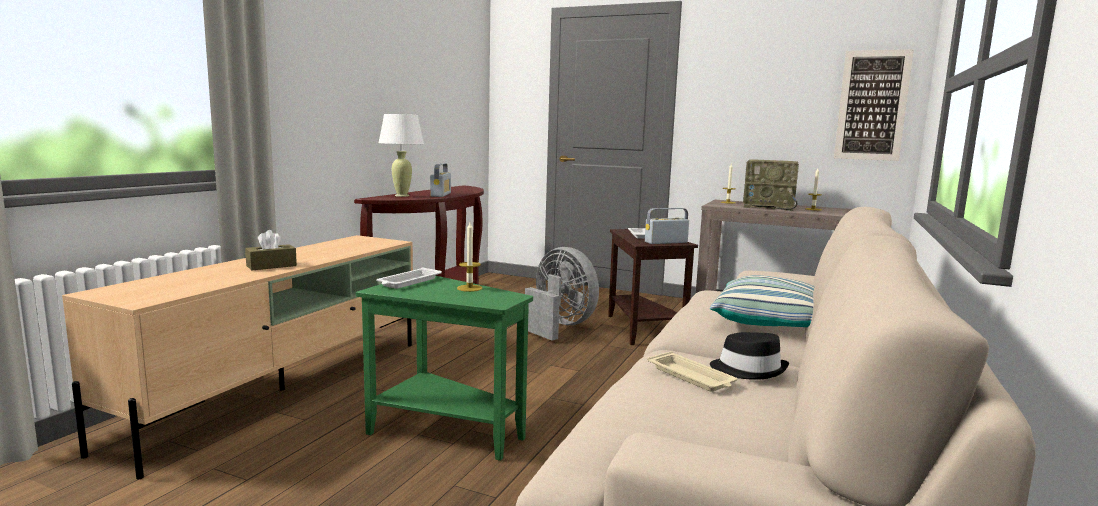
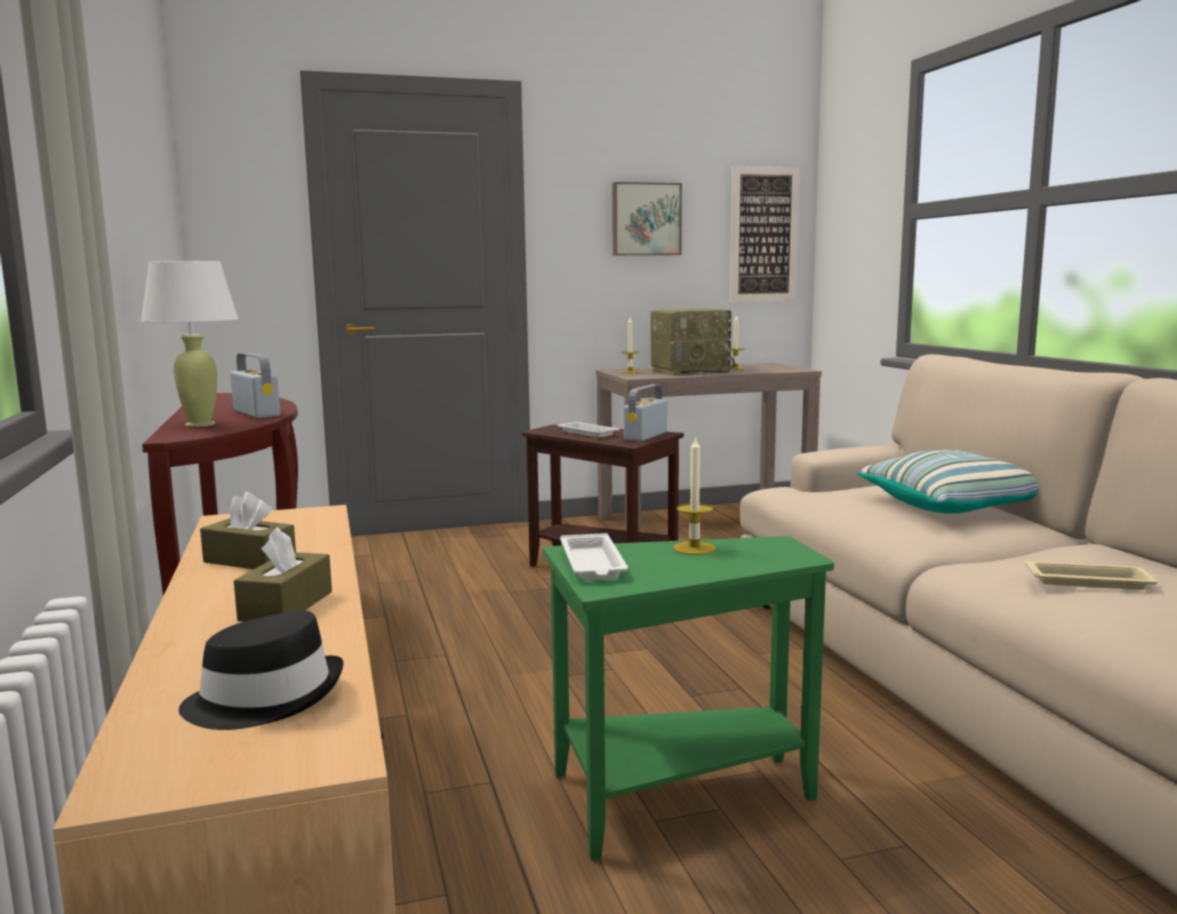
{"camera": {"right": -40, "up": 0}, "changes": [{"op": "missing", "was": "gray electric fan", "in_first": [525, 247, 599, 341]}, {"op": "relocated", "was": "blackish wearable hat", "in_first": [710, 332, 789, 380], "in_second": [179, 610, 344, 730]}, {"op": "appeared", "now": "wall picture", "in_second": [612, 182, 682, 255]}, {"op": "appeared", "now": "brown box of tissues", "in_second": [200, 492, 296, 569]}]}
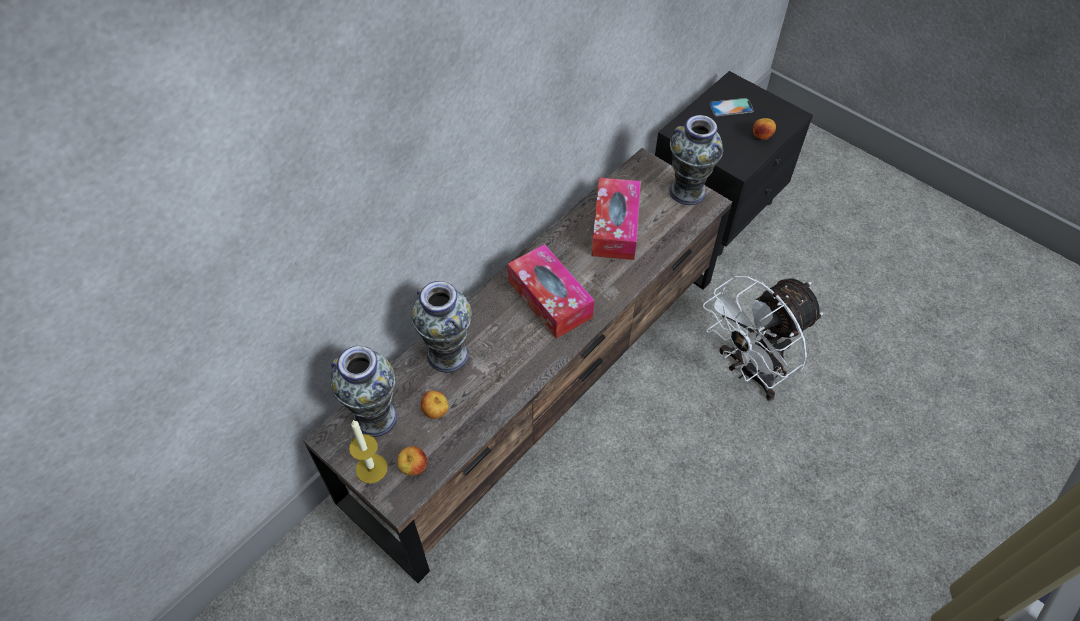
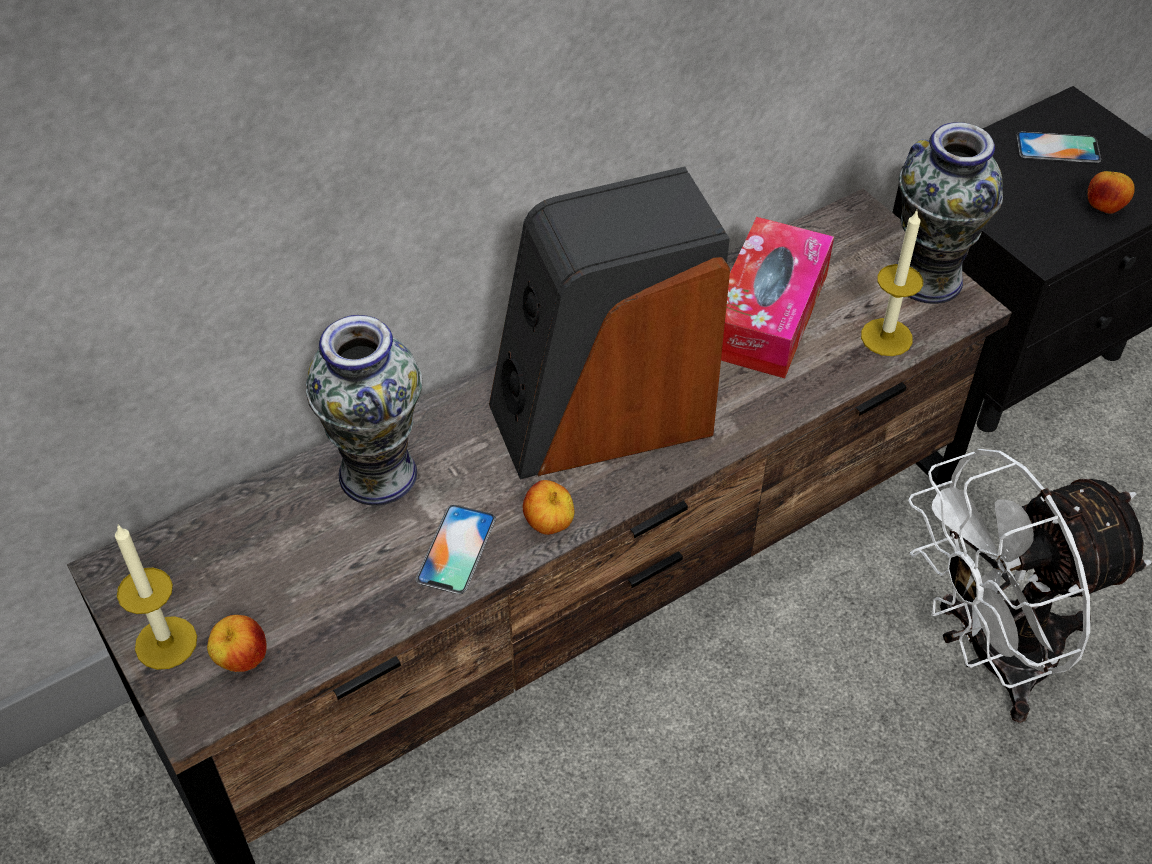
{"camera": {"right": 15, "up": -5}, "changes": [{"op": "exchanged", "was": "box of tissues", "now": "loudspeaker", "in_first": [508, 244, 595, 339], "in_second": [489, 167, 730, 480]}, {"op": "missing", "was": "flower vase", "in_first": [330, 346, 397, 437]}, {"op": "relocated", "was": "apple fruit", "in_first": [421, 391, 449, 419], "in_second": [523, 480, 574, 535]}, {"op": "appeared", "now": "candle", "in_second": [861, 210, 923, 356]}, {"op": "appeared", "now": "handset", "in_second": [416, 505, 496, 594]}]}
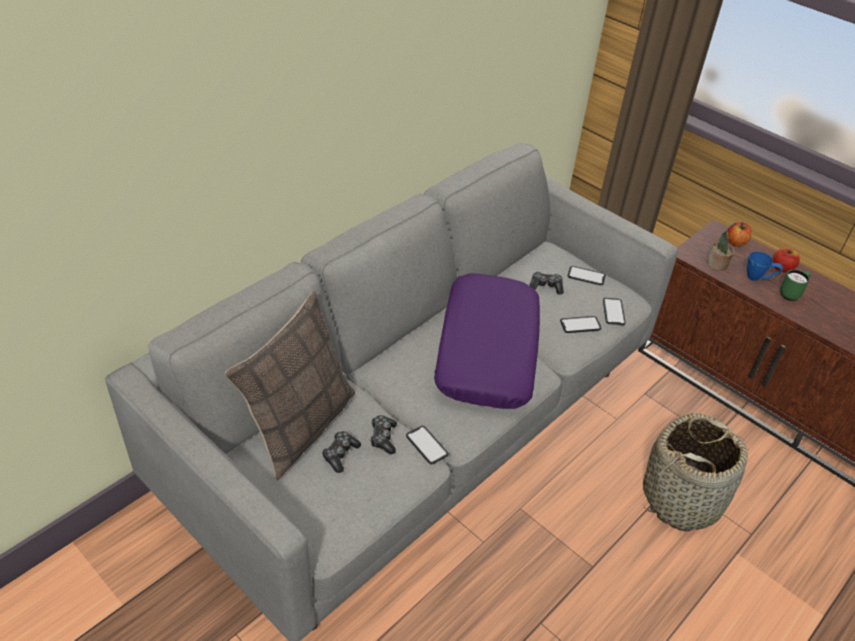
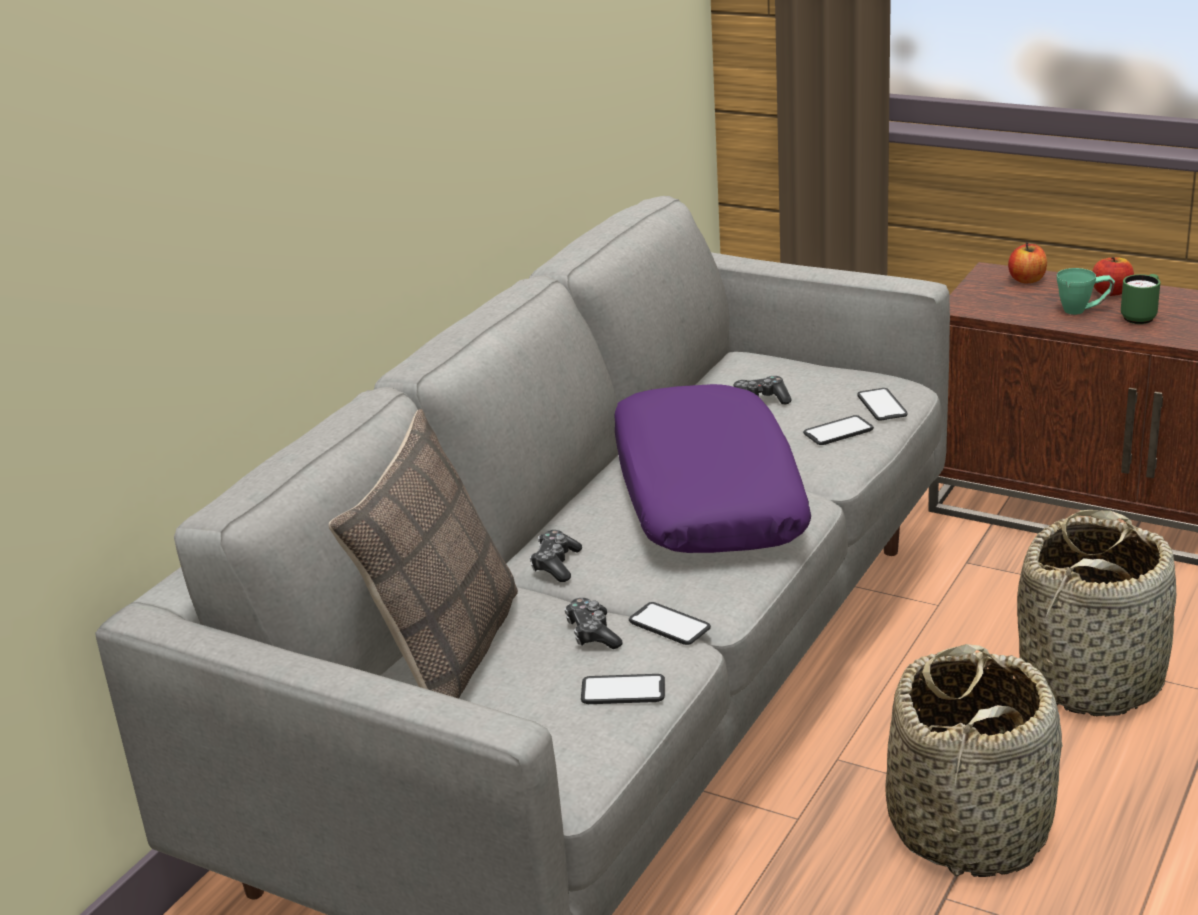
{"camera": {"right": -10, "up": -15}, "changes": [{"op": "missing", "was": "houseplant", "in_first": [706, 222, 736, 271]}, {"op": "colour", "was": "bluish tea mug", "now": "greenish tea mug", "in_first": [747, 252, 784, 281], "in_second": [1057, 268, 1115, 315]}, {"op": "relocated", "was": "handset", "in_first": [568, 266, 606, 285], "in_second": [581, 674, 665, 704]}, {"op": "relocated", "was": "gamepad", "in_first": [322, 431, 361, 473], "in_second": [530, 530, 582, 582]}, {"op": "appeared", "now": "household basket", "in_second": [885, 644, 1063, 877]}]}
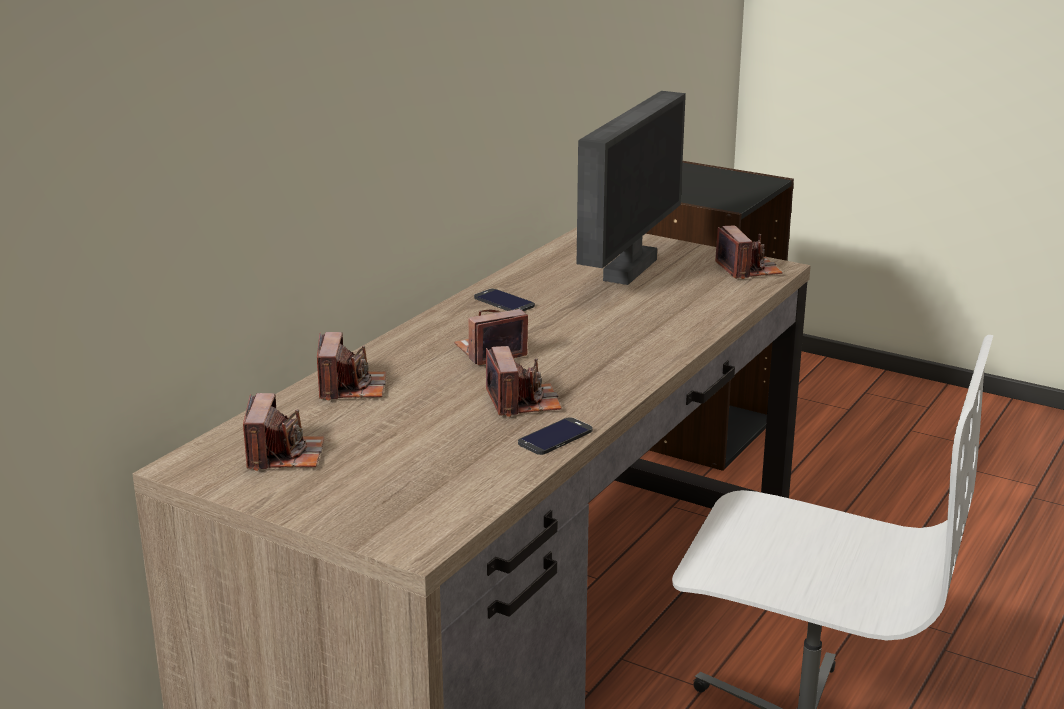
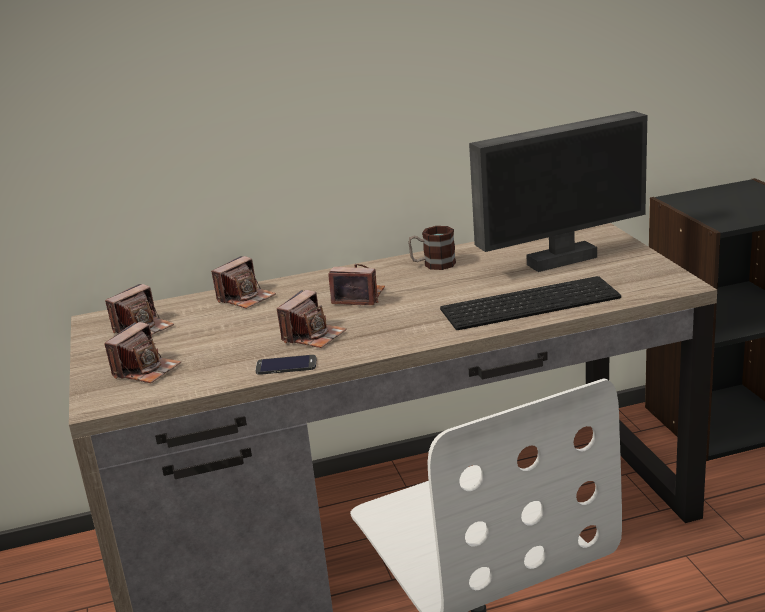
{"camera": {"right": 45, "up": 0}, "changes": [{"op": "relocated", "was": "photo camera", "in_first": [715, 225, 783, 279], "in_second": [104, 322, 181, 383]}, {"op": "exchanged", "was": "handset", "now": "tea mug", "in_first": [474, 289, 535, 311], "in_second": [408, 226, 456, 270]}, {"op": "appeared", "now": "computer keyboard", "in_second": [440, 276, 621, 330]}]}
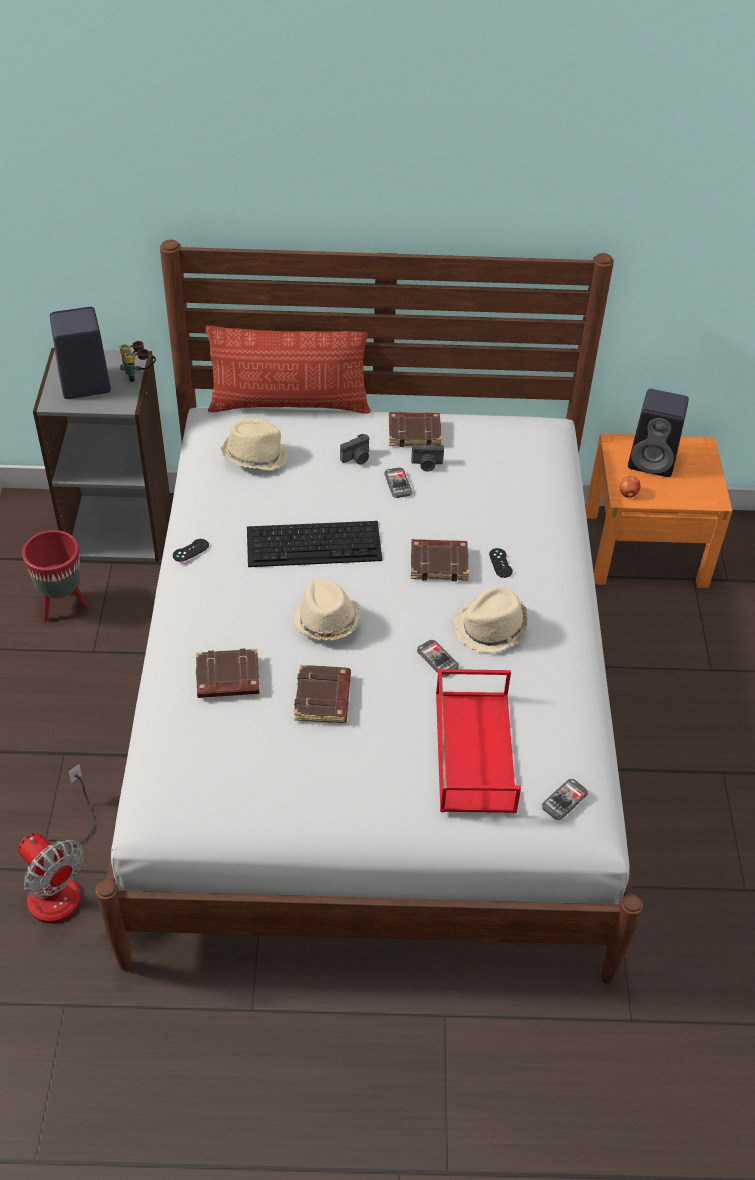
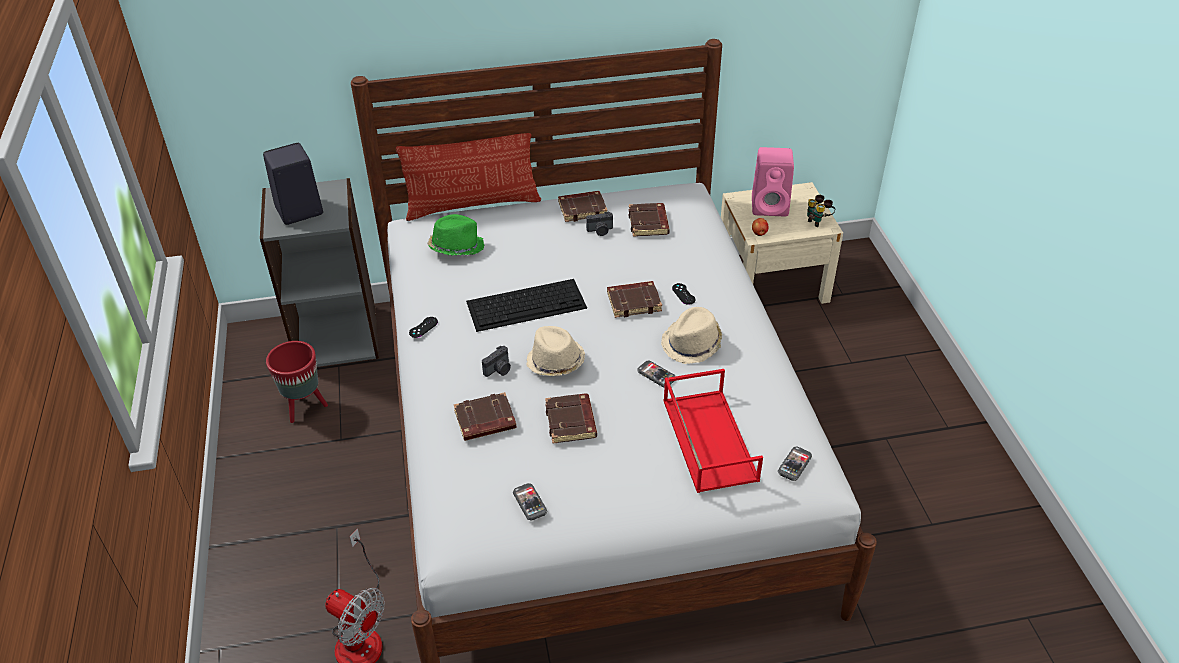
{"camera": {"right": -10, "up": -5}, "changes": [{"op": "relocated", "was": "field glasses", "in_first": [120, 341, 156, 382], "in_second": [807, 195, 835, 227]}, {"op": "colour", "was": "blackish loudspeaker", "now": "pink-coloured loudspeaker", "in_first": [628, 389, 689, 477], "in_second": [752, 147, 794, 216]}, {"op": "colour", "was": "beige wearable hat", "now": "greenish wearable hat", "in_first": [220, 418, 288, 470], "in_second": [427, 214, 484, 256]}, {"op": "relocated", "was": "photo camera", "in_first": [340, 434, 369, 465], "in_second": [482, 346, 511, 377]}, {"op": "colour", "was": "orangey nightstand", "now": "beige nightstand", "in_first": [585, 434, 732, 588], "in_second": [721, 182, 843, 304]}, {"op": "relocated", "was": "handset", "in_first": [384, 467, 412, 498], "in_second": [513, 483, 547, 520]}, {"op": "appeared", "now": "brown bound book", "in_second": [628, 203, 670, 237]}]}
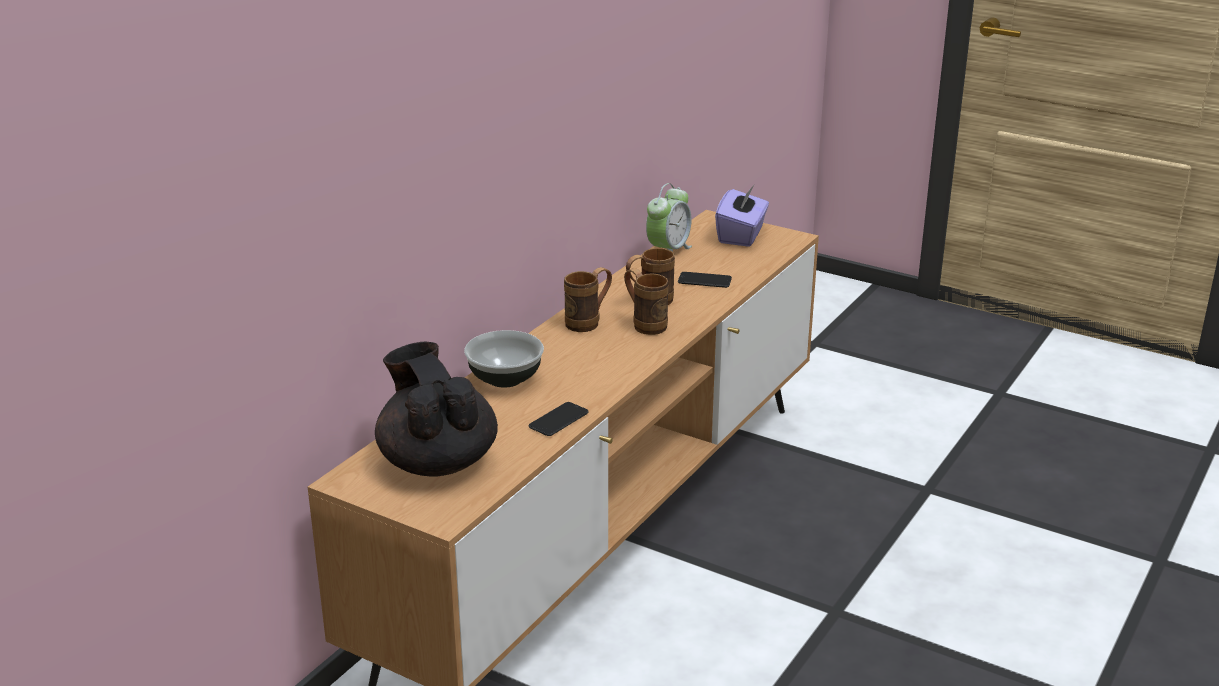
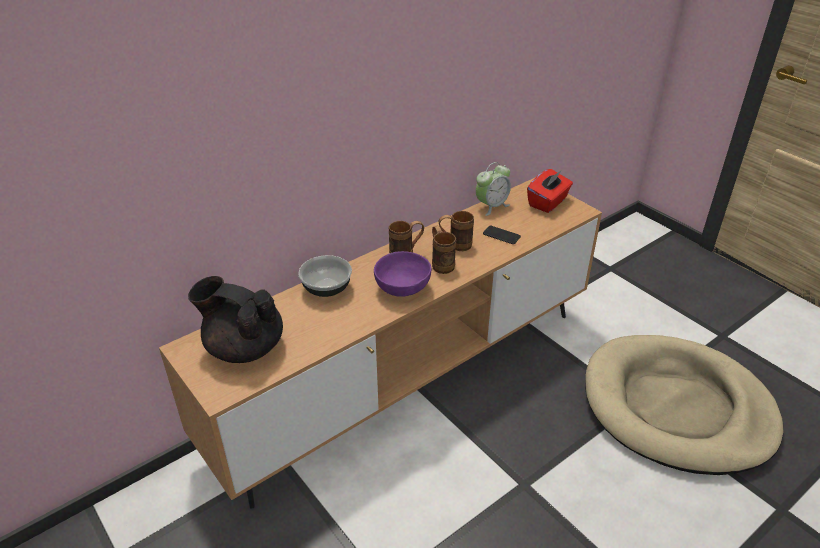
{"camera": {"right": 20, "up": 10}, "changes": [{"op": "colour", "was": "purple box of tissues", "now": "red box of tissues", "in_first": [715, 184, 769, 247], "in_second": [527, 169, 573, 213]}, {"op": "spun", "was": "blackish tea pot", "in_first": [375, 342, 498, 476], "in_second": [188, 276, 283, 363], "clockwise": -60}, {"op": "missing", "was": "handset", "in_first": [529, 402, 589, 436]}, {"op": "appeared", "now": "purple deep dish", "in_second": [374, 251, 431, 297]}, {"op": "appeared", "now": "beige dog bed", "in_second": [585, 335, 783, 475]}]}
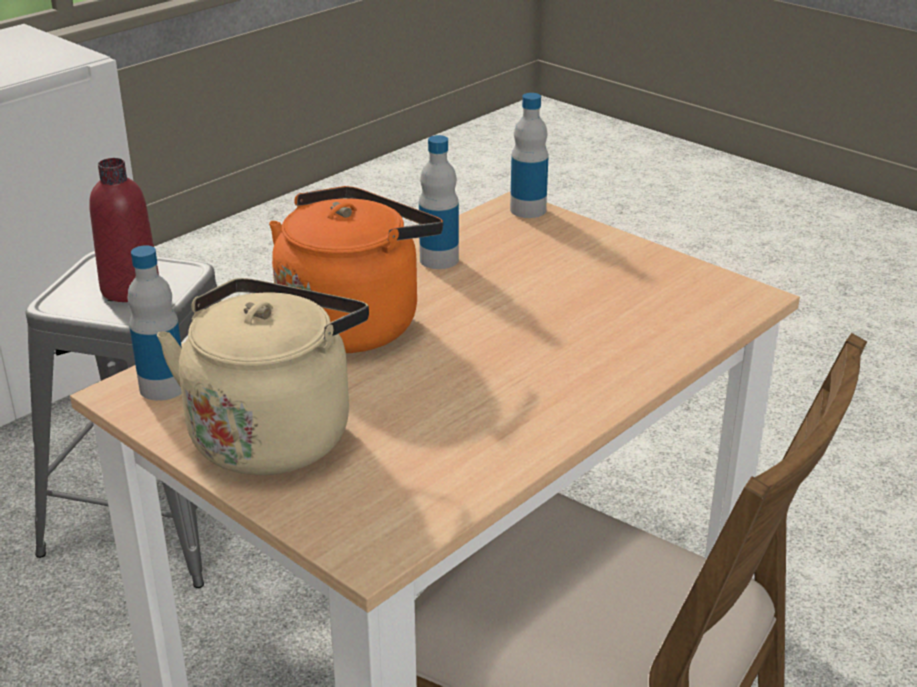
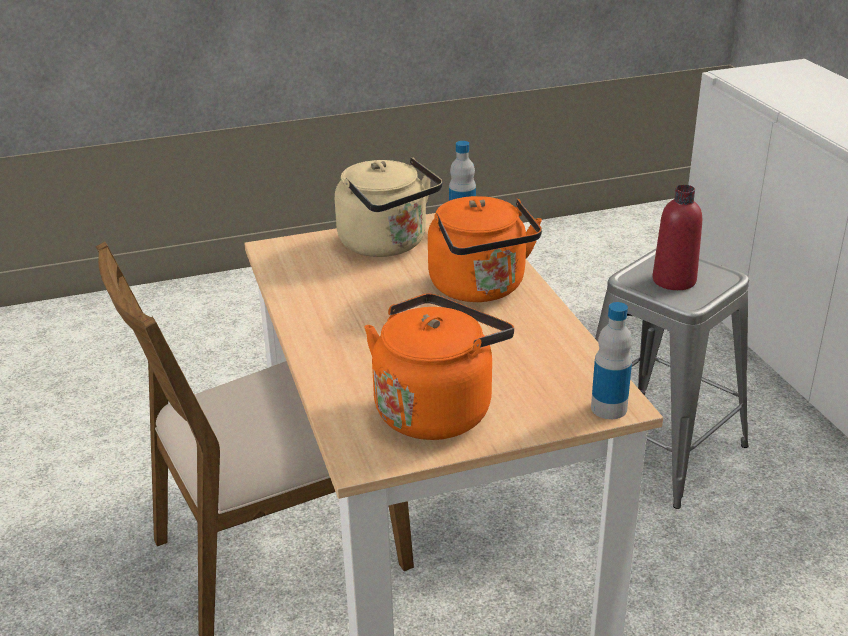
{"camera": {"right": 120, "up": 0}, "changes": [{"op": "missing", "was": "beverage bottle", "in_first": [419, 135, 459, 269]}, {"op": "appeared", "now": "orangey kettle", "in_second": [364, 293, 514, 440]}]}
